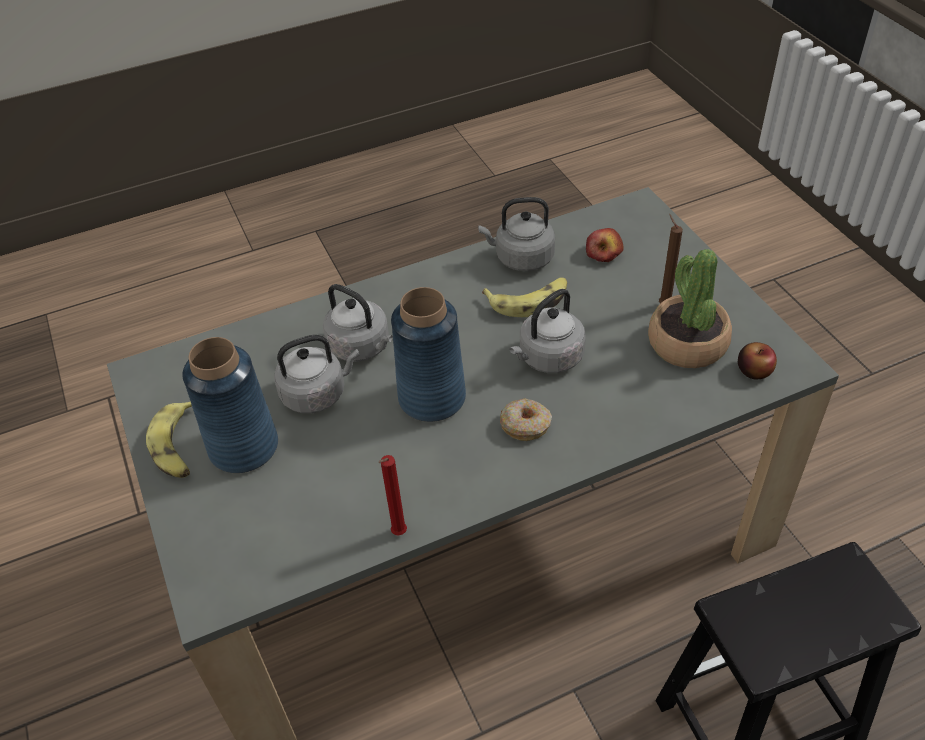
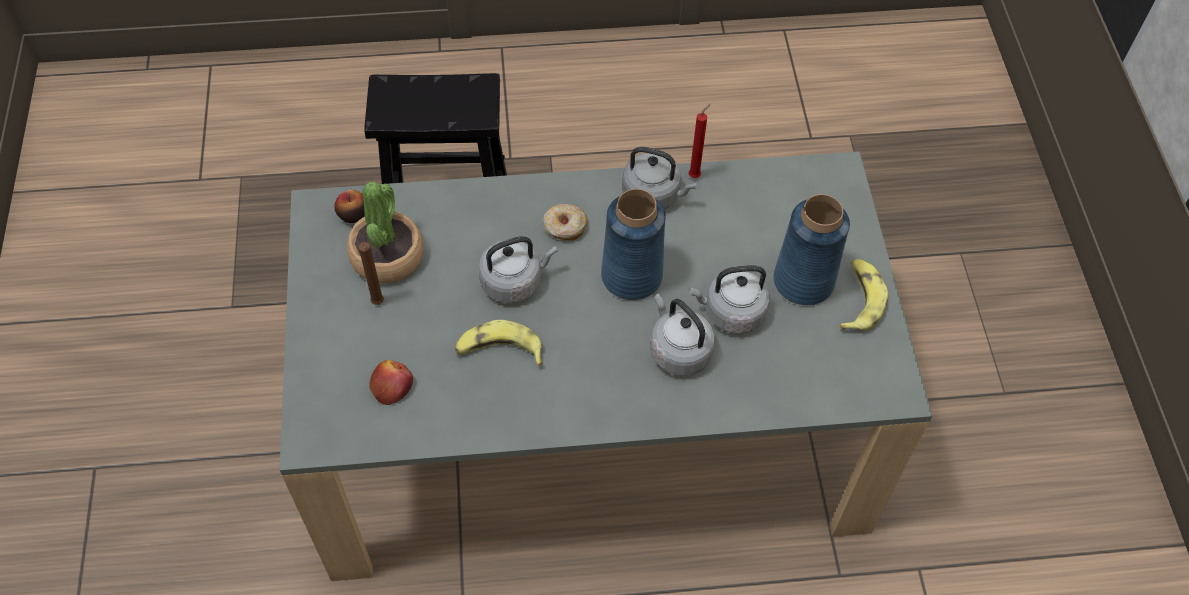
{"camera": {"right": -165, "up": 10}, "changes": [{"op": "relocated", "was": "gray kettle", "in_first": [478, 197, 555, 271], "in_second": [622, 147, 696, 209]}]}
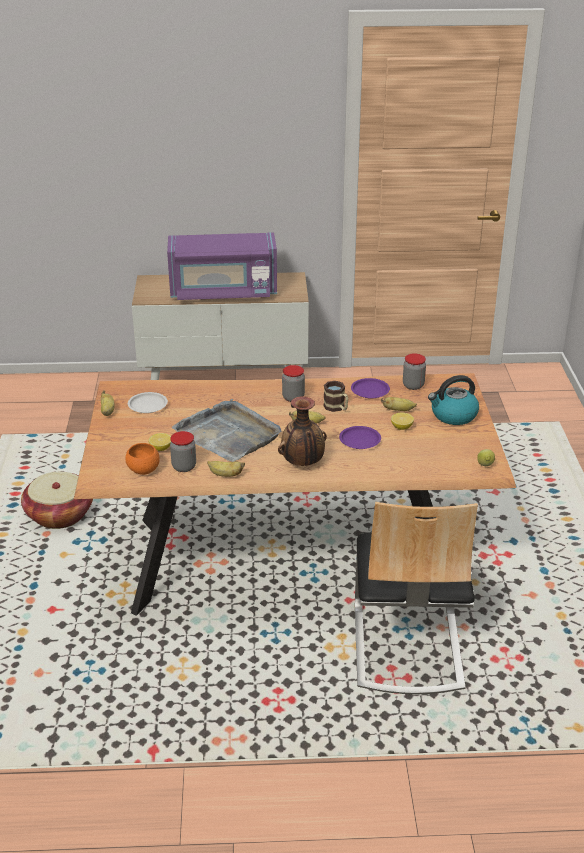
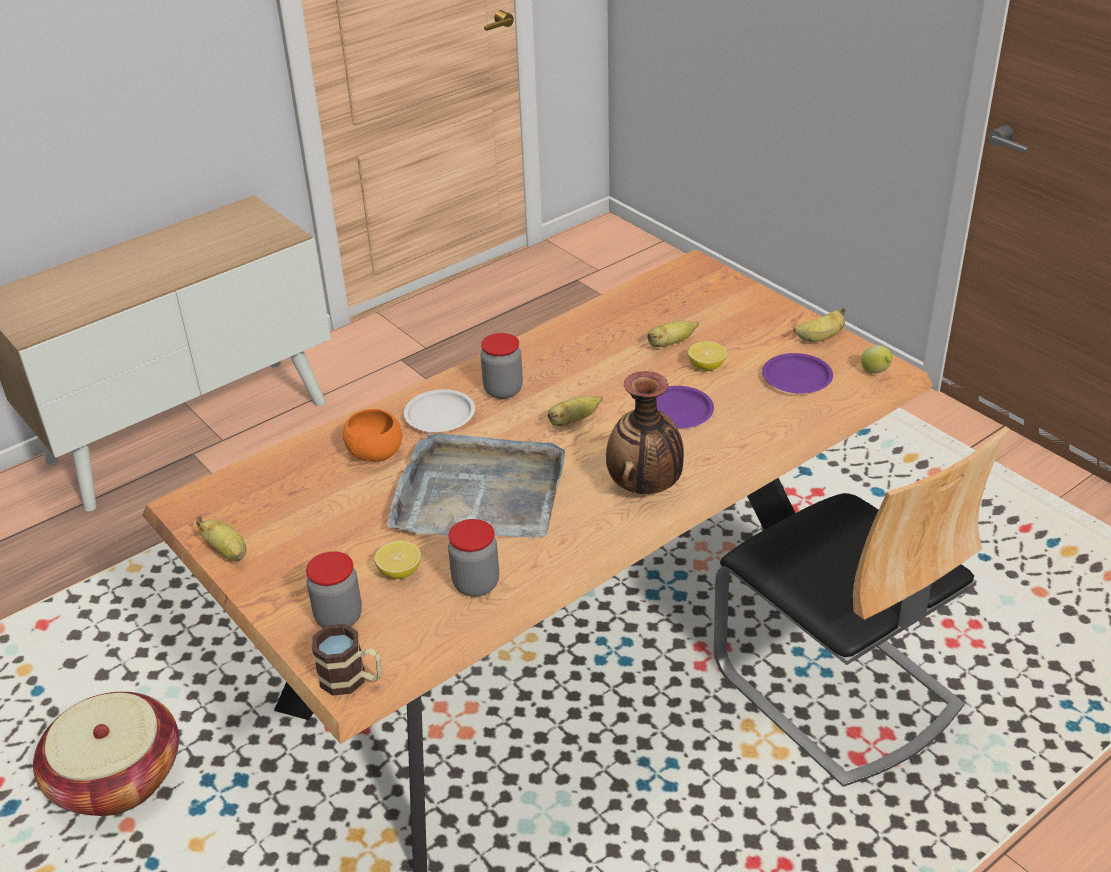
{"camera": {"right": -35, "up": 5}, "changes": [{"op": "missing", "was": "purple microwave oven", "in_first": [167, 232, 277, 300]}, {"op": "relocated", "was": "jar", "in_first": [403, 353, 426, 390], "in_second": [306, 551, 362, 628]}, {"op": "missing", "was": "kettle", "in_first": [428, 375, 479, 425]}, {"op": "relocated", "was": "purple flat dish", "in_first": [351, 378, 390, 398], "in_second": [762, 353, 833, 394]}, {"op": "relocated", "was": "tea mug", "in_first": [323, 381, 348, 412], "in_second": [312, 624, 382, 696]}, {"op": "relocated", "was": "whitish flat dish", "in_first": [128, 392, 168, 413], "in_second": [404, 389, 475, 432]}, {"op": "relocated", "was": "orangey deep dish", "in_first": [125, 443, 160, 475], "in_second": [343, 409, 402, 462]}, {"op": "relocated", "was": "banana", "in_first": [207, 461, 245, 477], "in_second": [793, 308, 846, 342]}]}
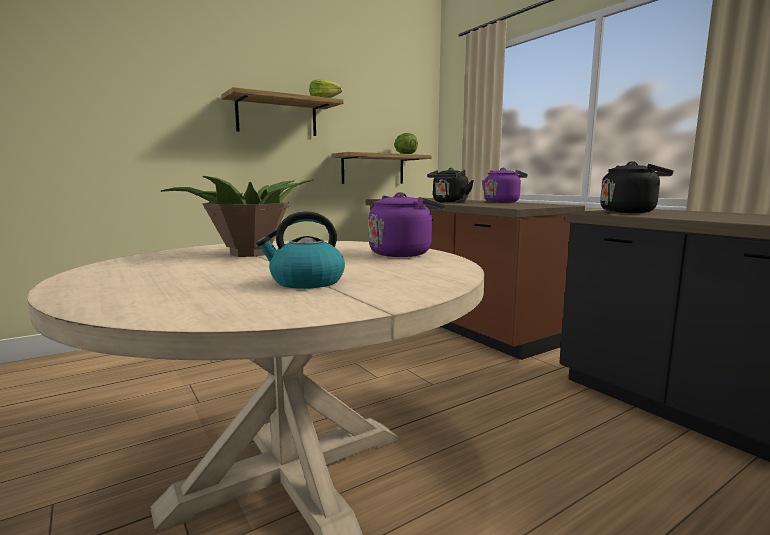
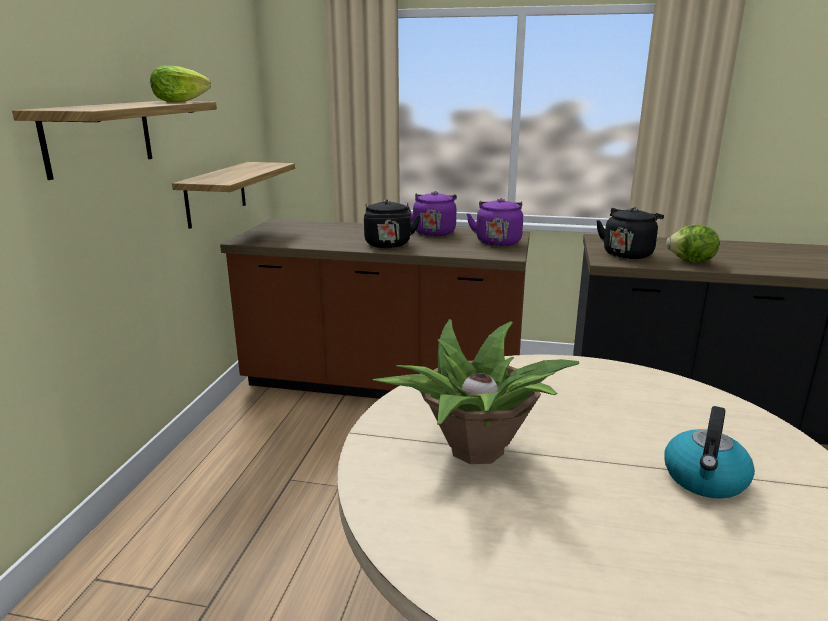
{"camera": {"right": -45, "up": 10}, "changes": [{"op": "relocated", "was": "lettuce", "in_first": [394, 133, 418, 154], "in_second": [666, 225, 719, 263]}, {"op": "relocated", "was": "purple kettle", "in_first": [368, 192, 445, 257], "in_second": [467, 198, 523, 246]}]}
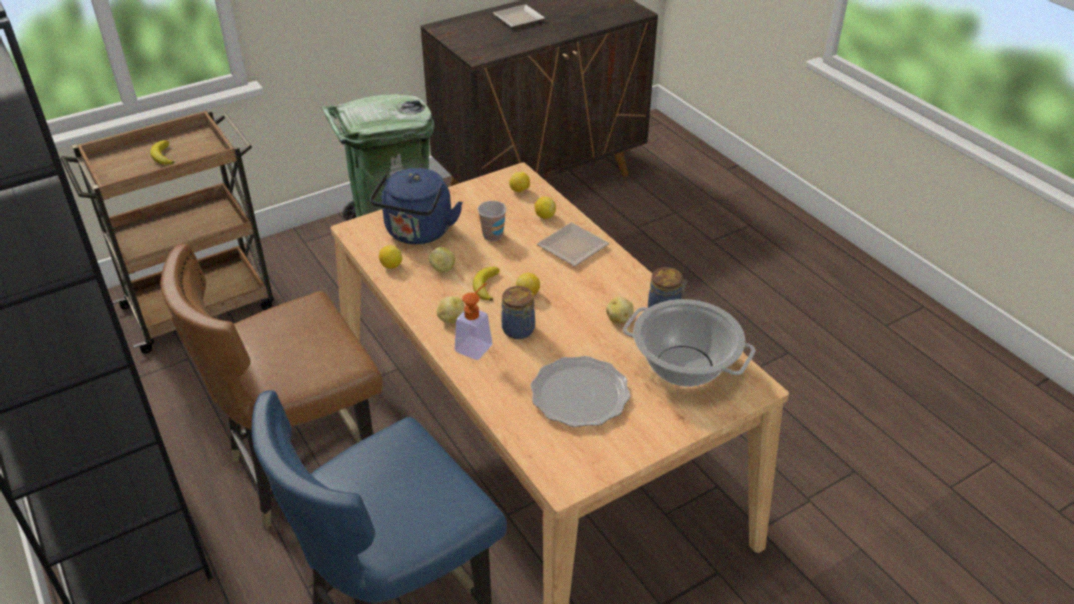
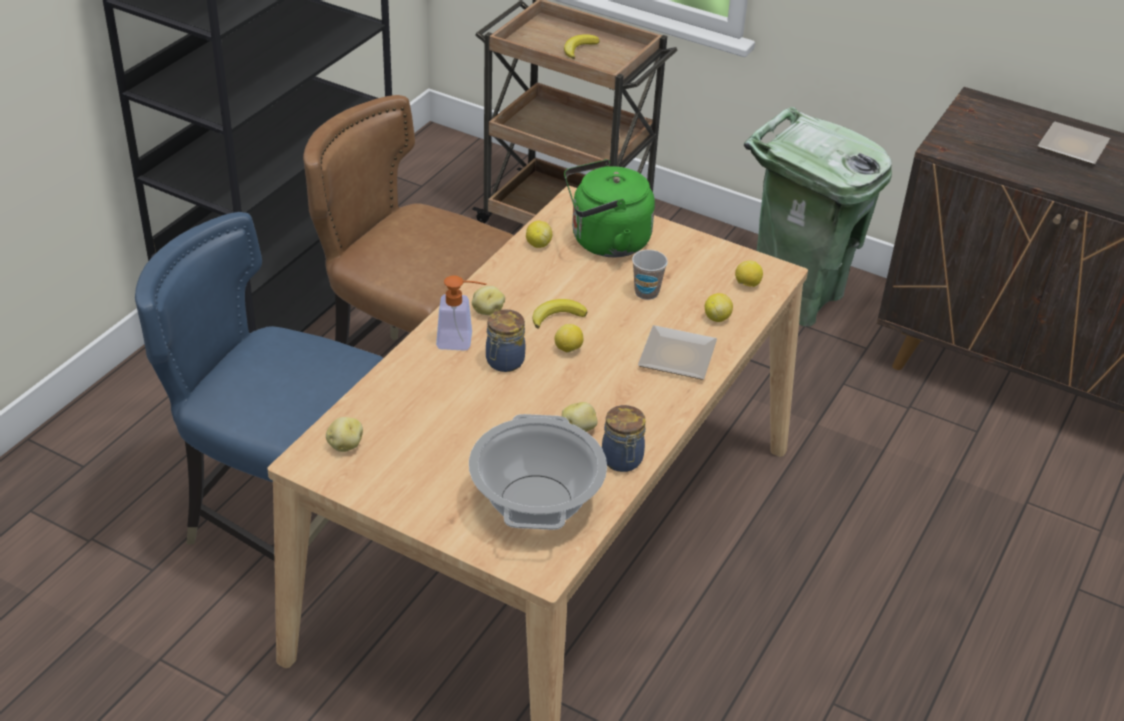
{"camera": {"right": 60, "up": 0}, "changes": [{"op": "colour", "was": "bluish kettle", "now": "greenish kettle", "in_first": [370, 168, 463, 244], "in_second": [564, 159, 655, 257]}, {"op": "relocated", "was": "potato", "in_first": [429, 247, 455, 272], "in_second": [326, 417, 363, 452]}, {"op": "missing", "was": "flat dish", "in_first": [530, 356, 631, 427]}]}
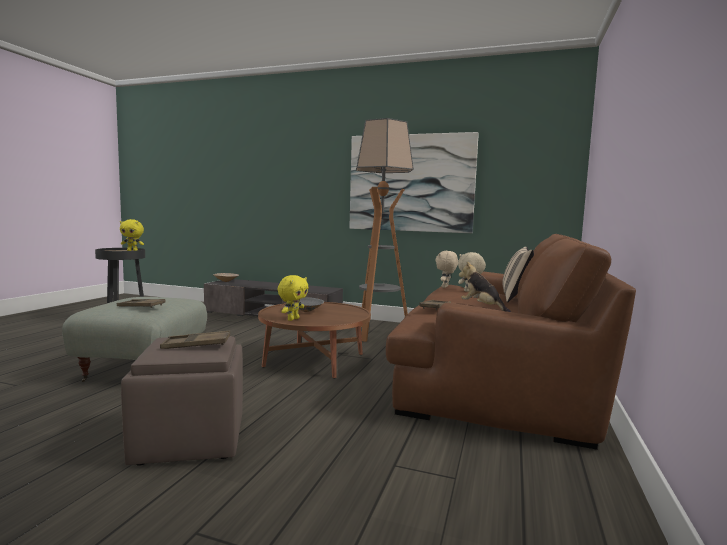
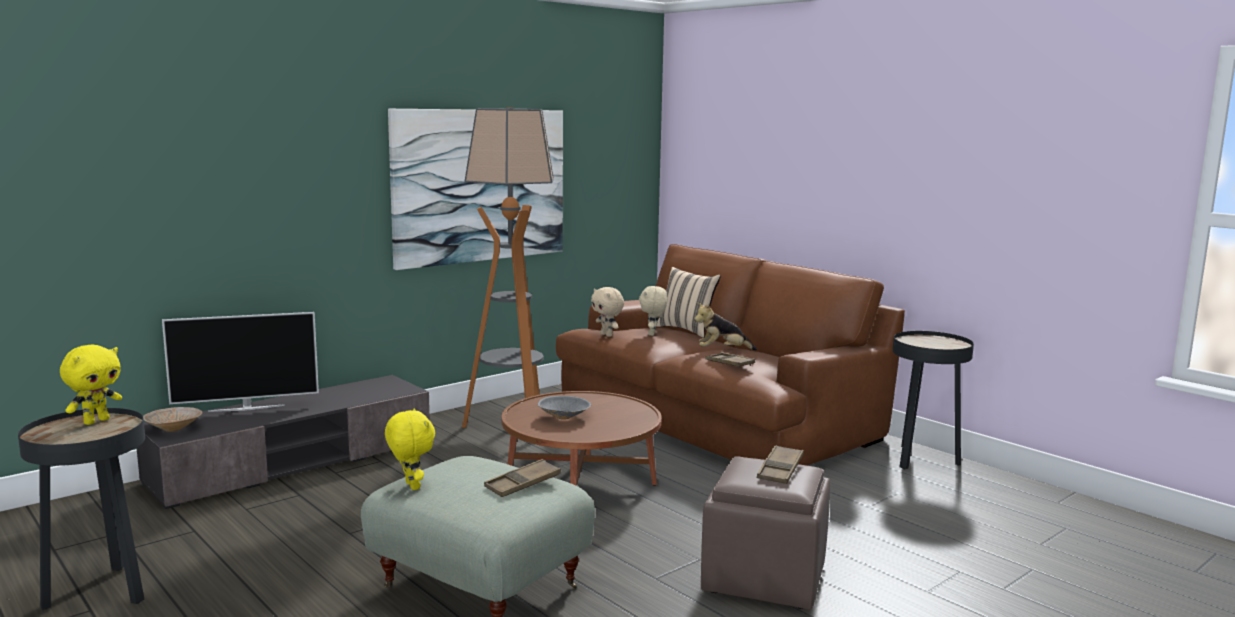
{"camera": {"right": -60, "up": 5}, "changes": [{"op": "relocated", "was": "yellow-coloured soft toy", "in_first": [278, 275, 309, 321], "in_second": [385, 408, 435, 490]}, {"op": "appeared", "now": "TV set", "in_second": [162, 312, 319, 412]}, {"op": "appeared", "now": "blackish accent table", "in_second": [893, 331, 974, 470]}]}
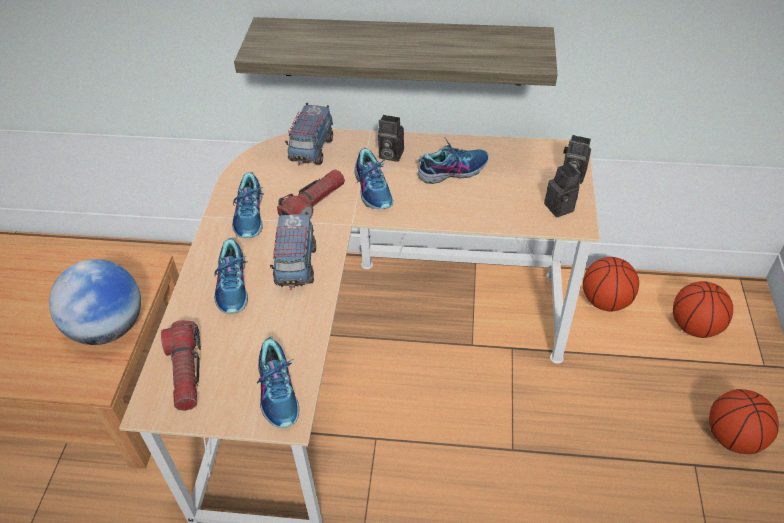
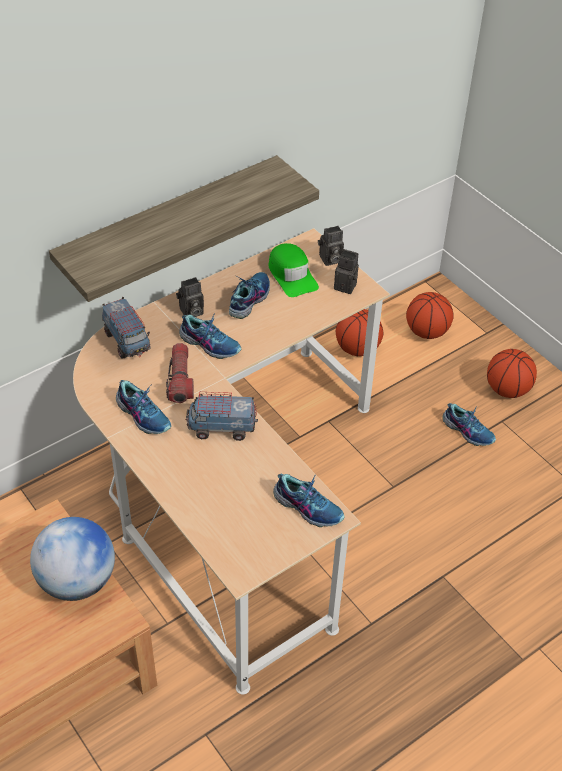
{"camera": {"right": -45, "up": 0}, "changes": [{"op": "spun", "was": "toy truck", "in_first": [270, 212, 316, 290], "in_second": [186, 392, 258, 441], "clockwise": 135}, {"op": "relocated", "was": "item of footwear", "in_first": [214, 237, 248, 314], "in_second": [443, 403, 496, 446]}, {"op": "missing", "was": "torch", "in_first": [161, 320, 201, 411]}, {"op": "appeared", "now": "greenish baseball cap", "in_second": [269, 243, 319, 297]}]}
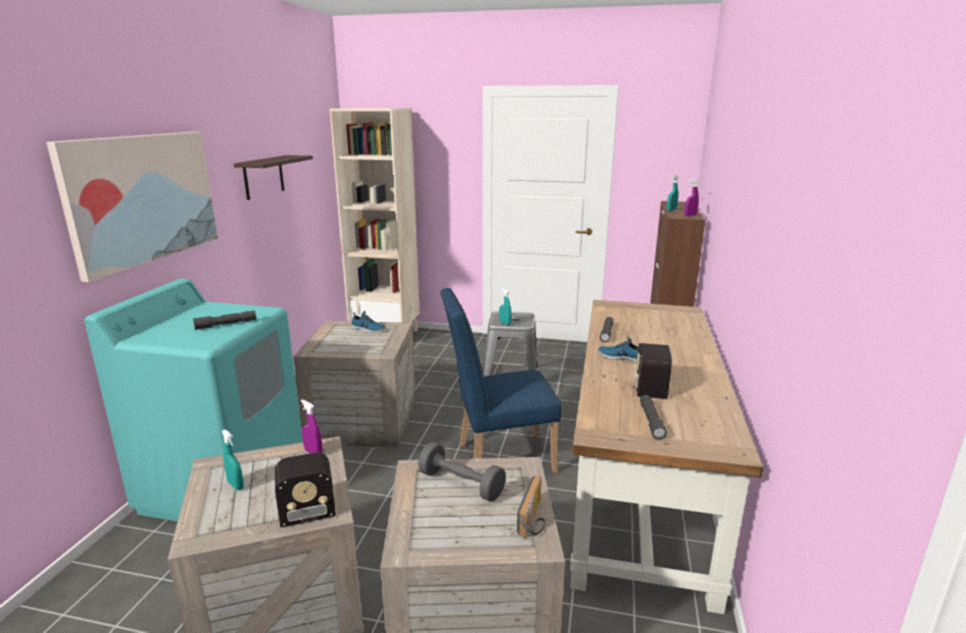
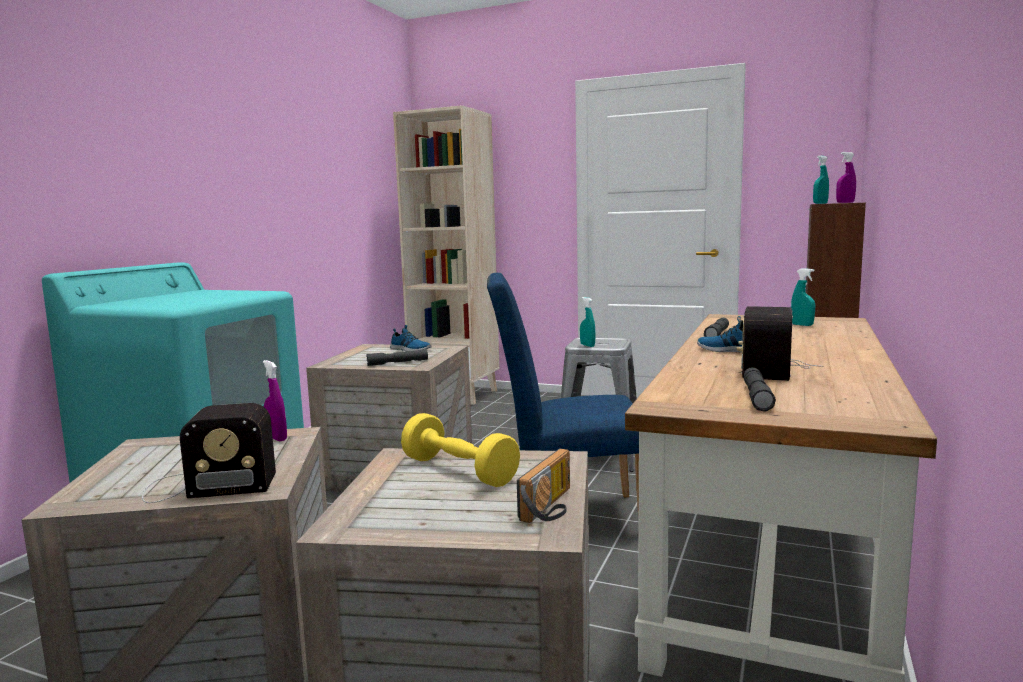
{"camera": {"right": 10, "up": -10}, "changes": [{"op": "missing", "was": "wall picture", "in_first": [46, 132, 218, 282]}, {"op": "missing", "was": "shelf", "in_first": [234, 155, 313, 200]}, {"op": "relocated", "was": "gray torch", "in_first": [193, 310, 256, 330], "in_second": [366, 350, 428, 366]}, {"op": "relocated", "was": "turquoise-coloured sprayer", "in_first": [222, 429, 244, 490], "in_second": [791, 269, 815, 326]}, {"op": "colour", "was": "gray hand weight", "now": "yellow-coloured hand weight", "in_first": [418, 442, 506, 502], "in_second": [401, 413, 520, 487]}]}
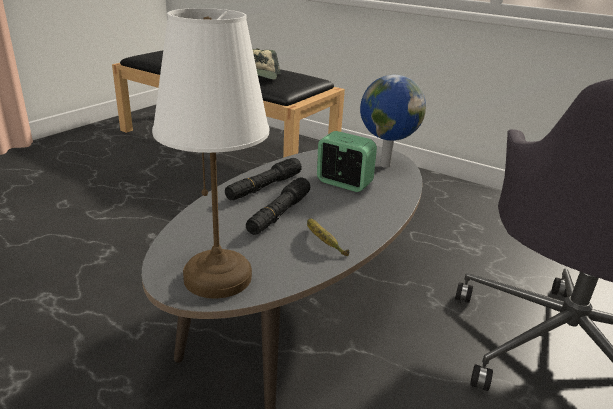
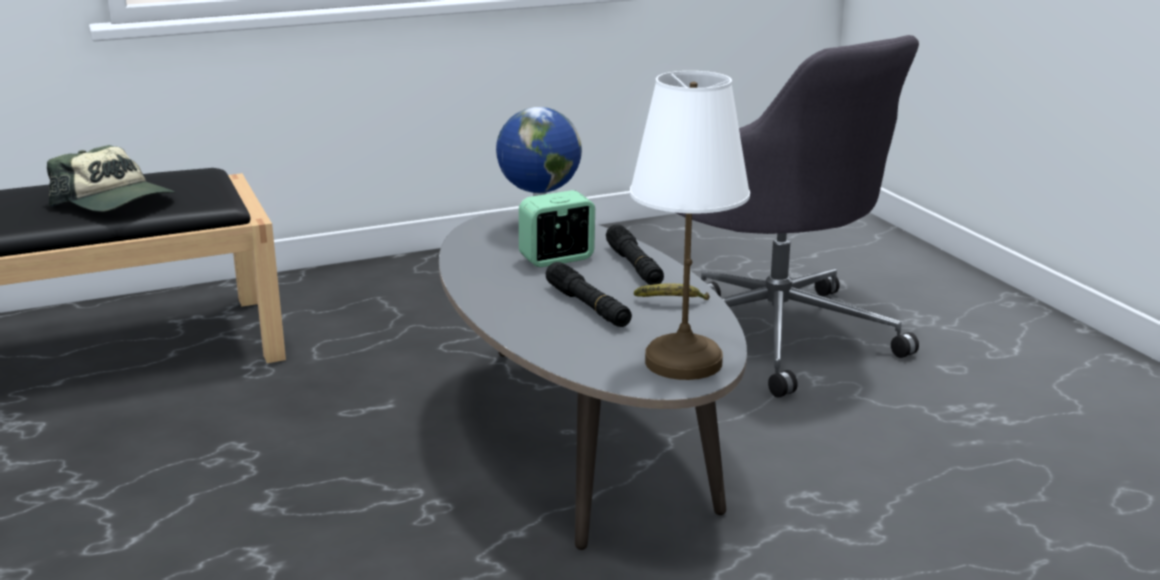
{"camera": {"right": -55, "up": -5}, "changes": [{"op": "relocated", "was": "blackish torch", "in_first": [225, 158, 302, 200], "in_second": [606, 224, 664, 285]}]}
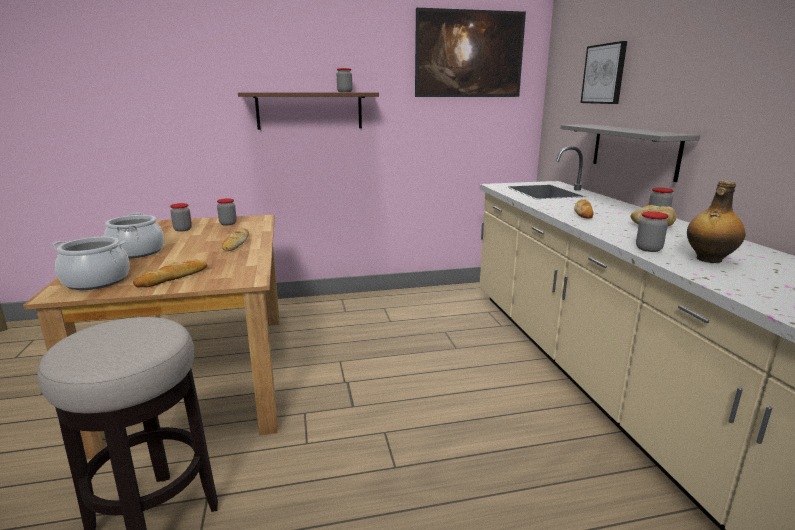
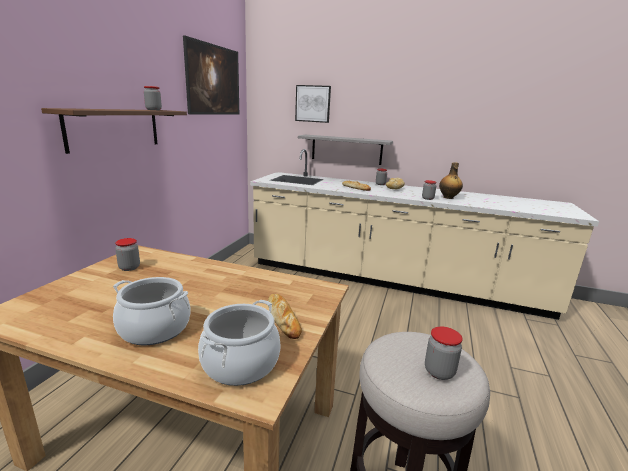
{"camera": {"right": -60, "up": 0}, "changes": [{"op": "relocated", "was": "jar", "in_first": [170, 203, 192, 231], "in_second": [425, 327, 463, 380]}, {"op": "missing", "was": "baked bread", "in_first": [222, 228, 249, 251]}]}
